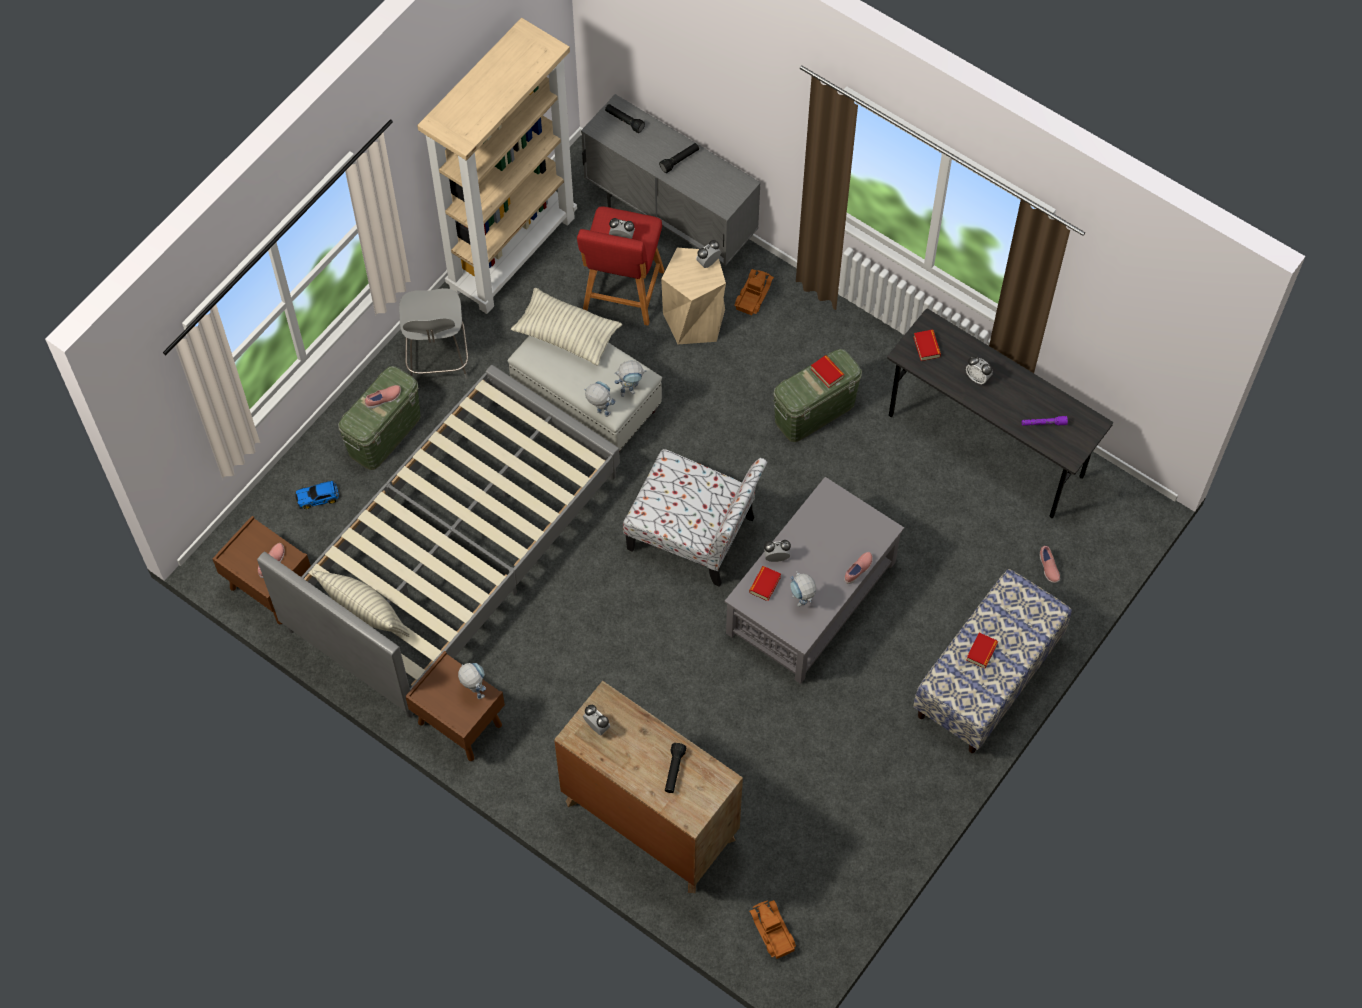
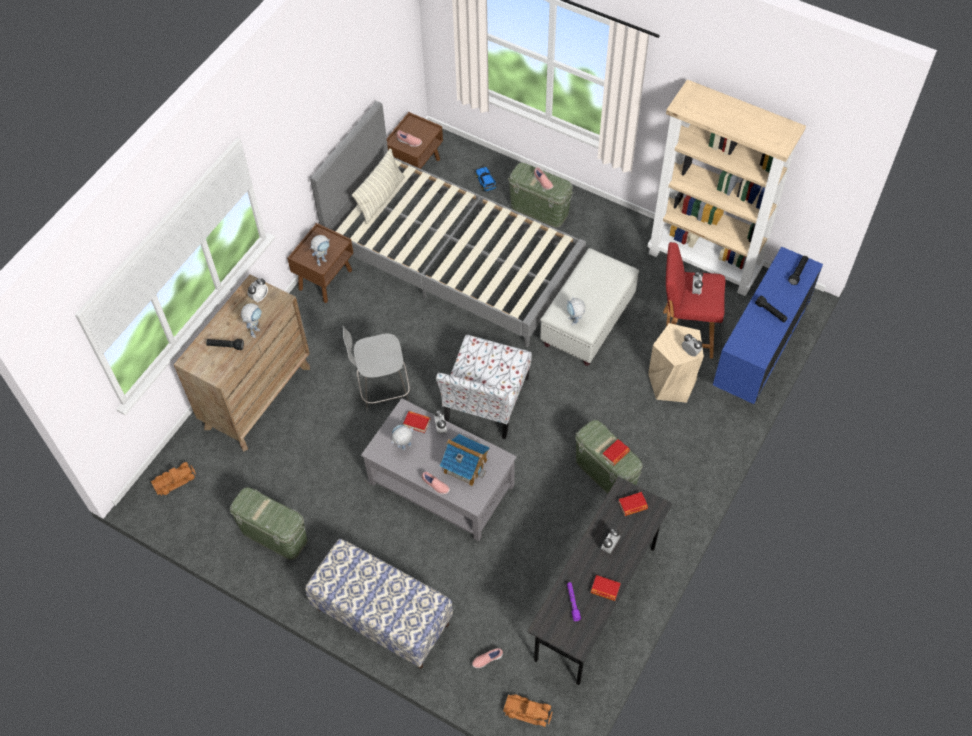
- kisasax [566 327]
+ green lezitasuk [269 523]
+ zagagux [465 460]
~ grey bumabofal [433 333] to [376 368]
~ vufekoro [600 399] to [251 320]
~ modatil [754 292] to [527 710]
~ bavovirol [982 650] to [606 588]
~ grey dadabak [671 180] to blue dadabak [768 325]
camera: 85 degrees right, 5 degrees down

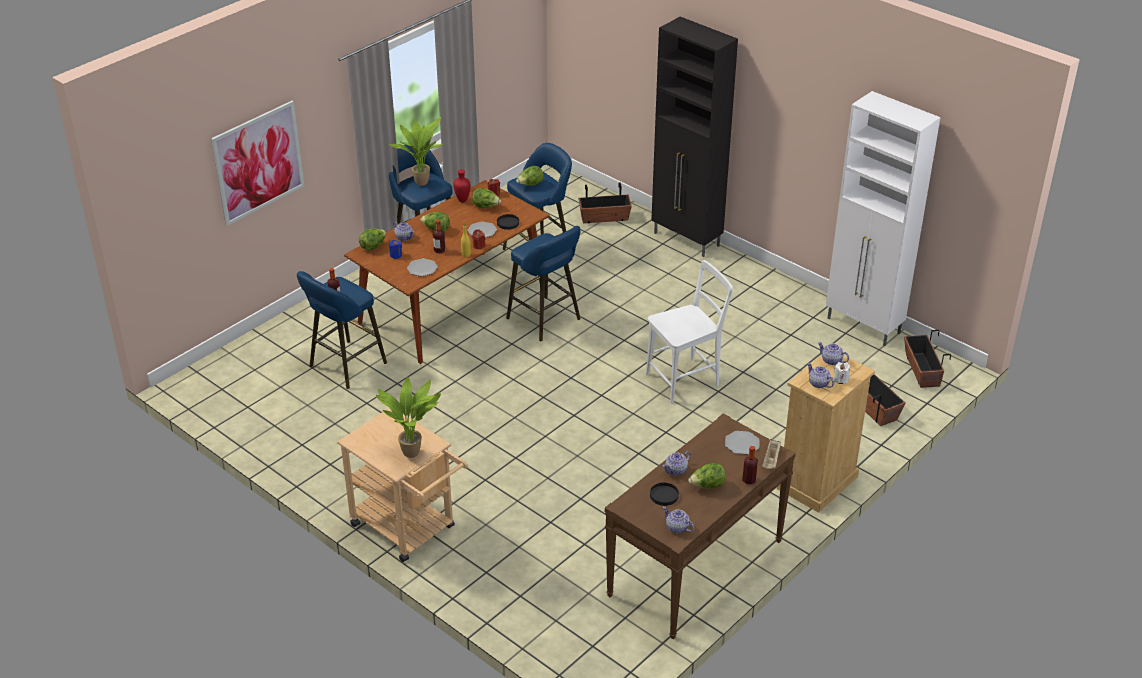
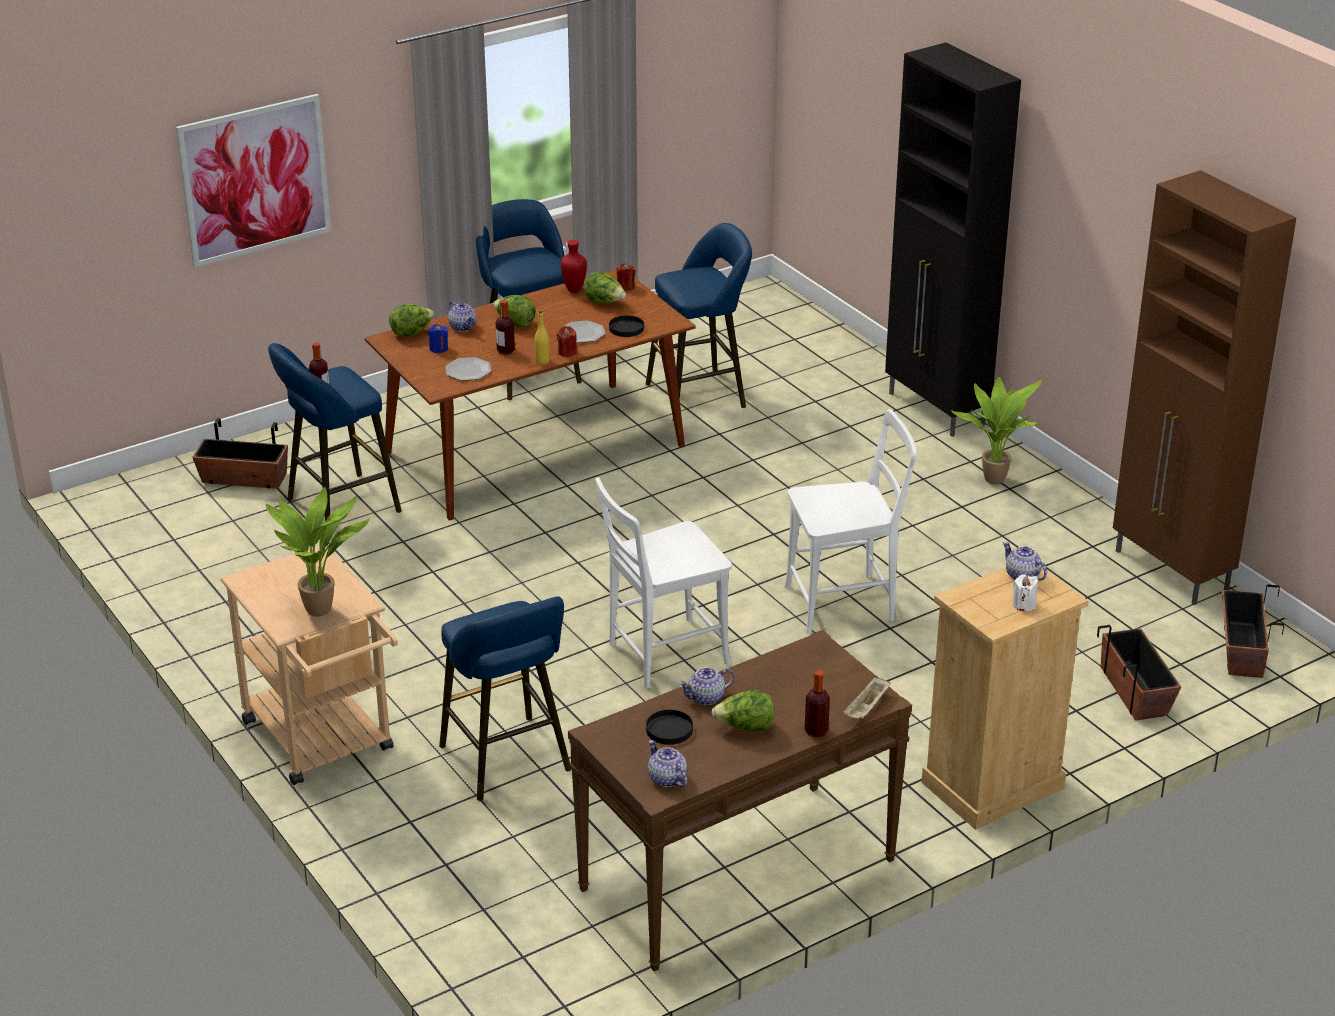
- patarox [530 176]
- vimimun [742 442]
- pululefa [820 375]
+ white bumabofal [663 583]
~ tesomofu [416 151] to [996 430]
~ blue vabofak [543 283] to [505 699]
~ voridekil [605 202] to [240 453]
~ white dadabak [883 218] to brown dadabak [1204 387]
camera: 15 degrees right, 5 degrees down

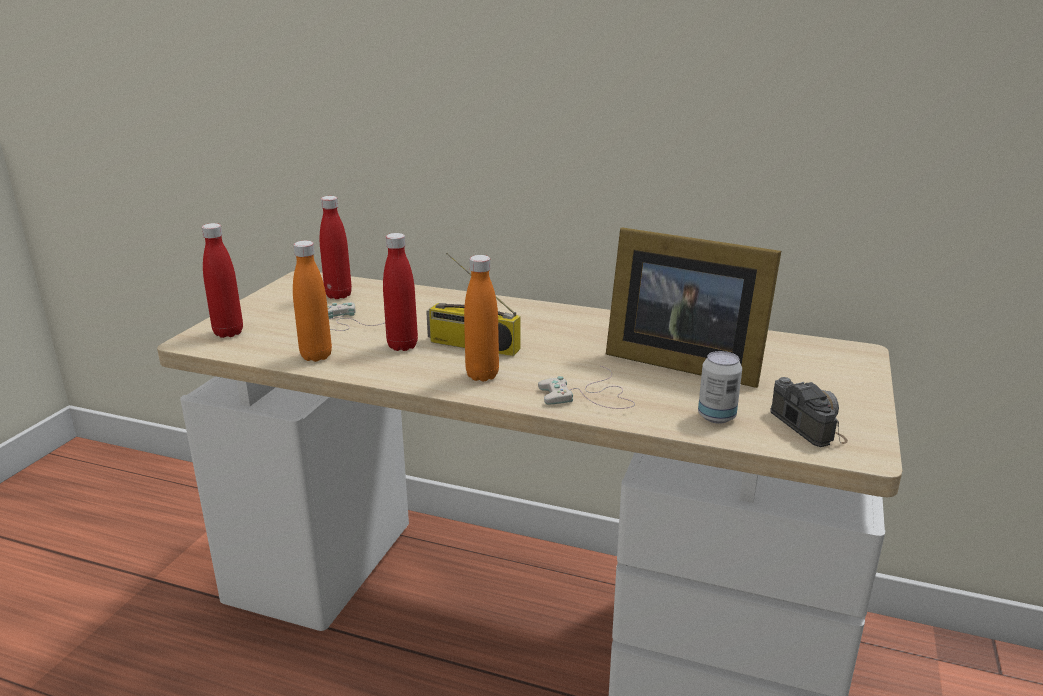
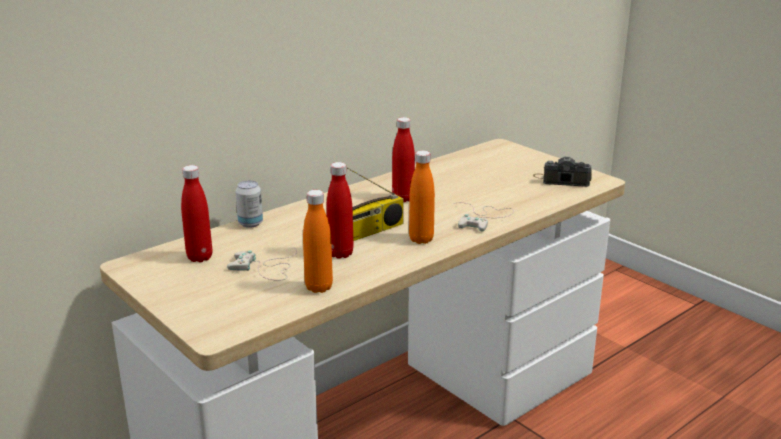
- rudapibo [693 308]
~ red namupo [222 280] to [403 159]
~ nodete [720 387] to [249 204]
camera: 60 degrees left, 0 degrees up

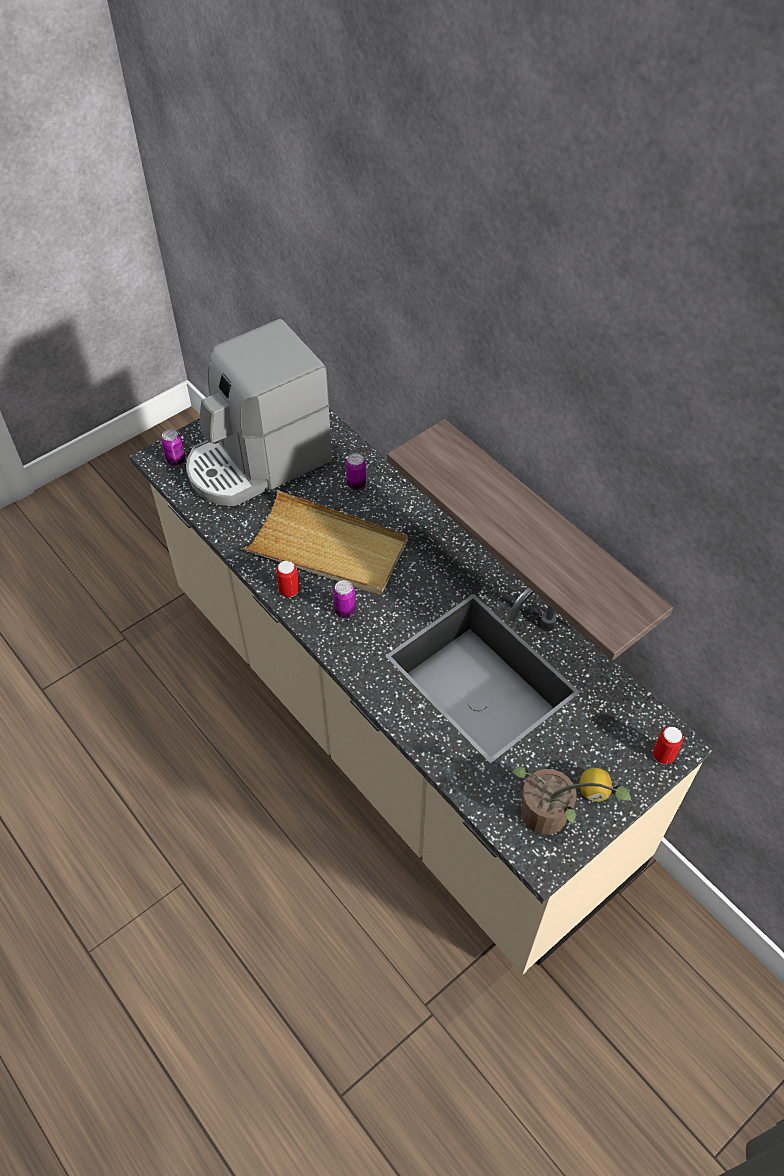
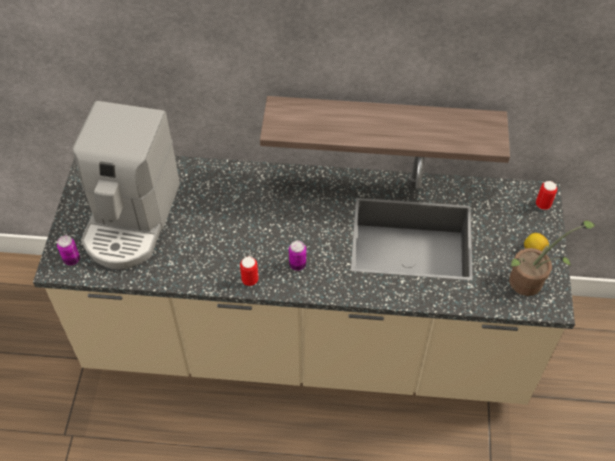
- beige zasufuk [325 542]
- nodete [356 471]
camera: 45 degrees left, 0 degrees up

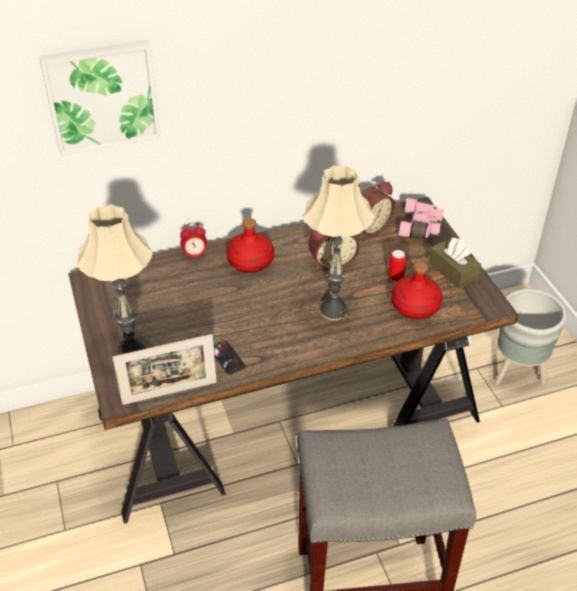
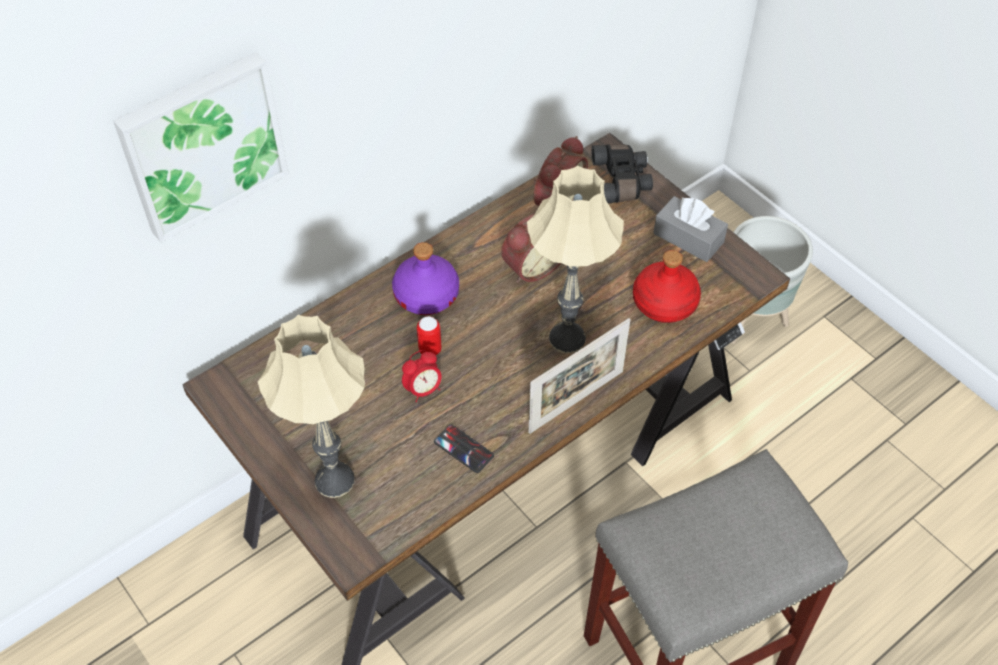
~ rudapibo [165 369] to [579 376]
~ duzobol [193 241] to [422 376]
~ nodete [397 265] to [429 335]
~ red namupo [250 245] to purple namupo [425 278]
~ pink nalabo [421 218] to black nalabo [622 174]
~ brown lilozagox [454 263] to grey lilozagox [691 229]
camera: 20 degrees left, 10 degrees up

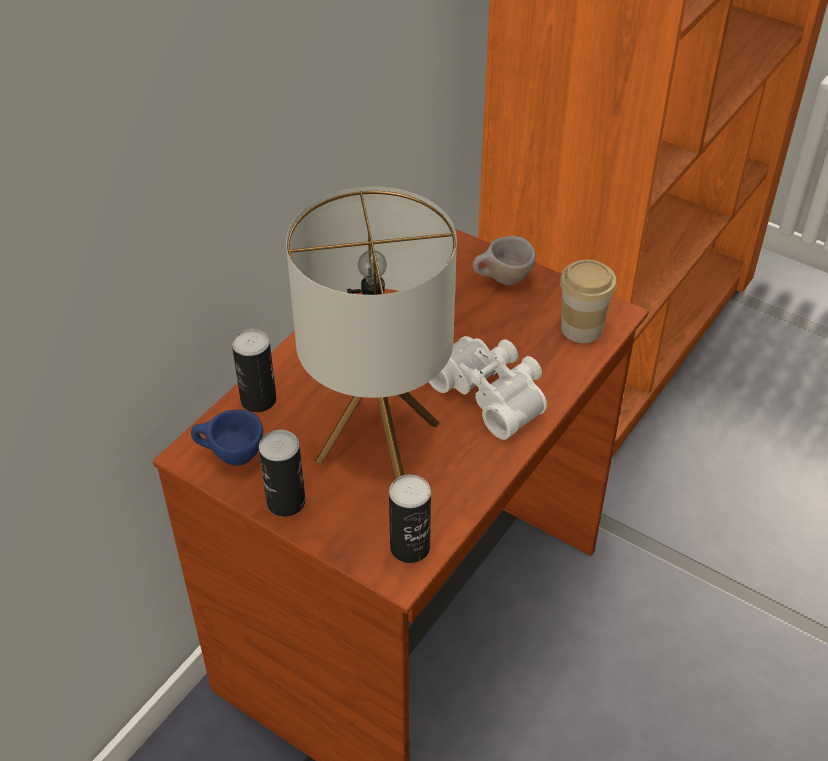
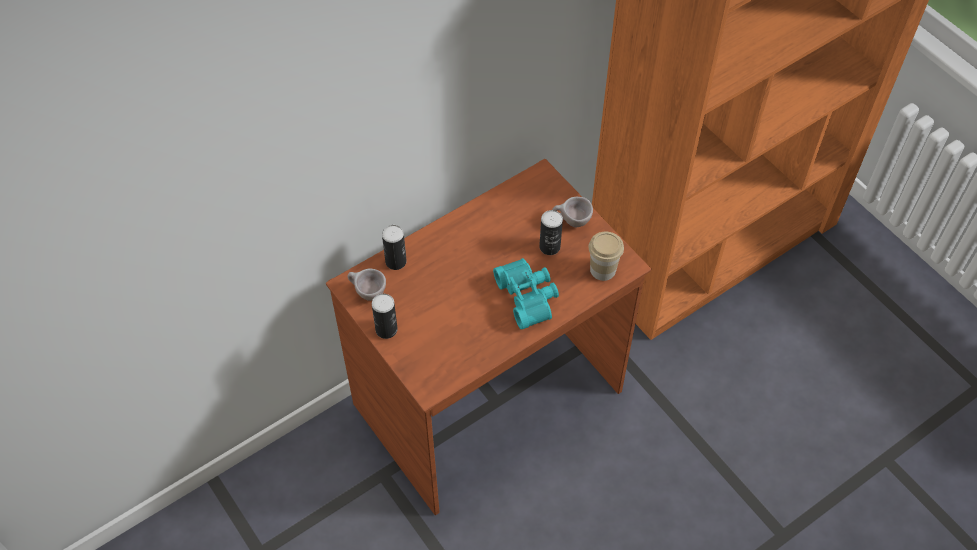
- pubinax [371 333]
~ nodete [410 518] to [551 232]
~ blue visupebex [227 438] to beige visupebex [367 284]
~ white nalabo [488 388] to turquoise nalabo [526 294]
camera: 20 degrees right, 10 degrees up

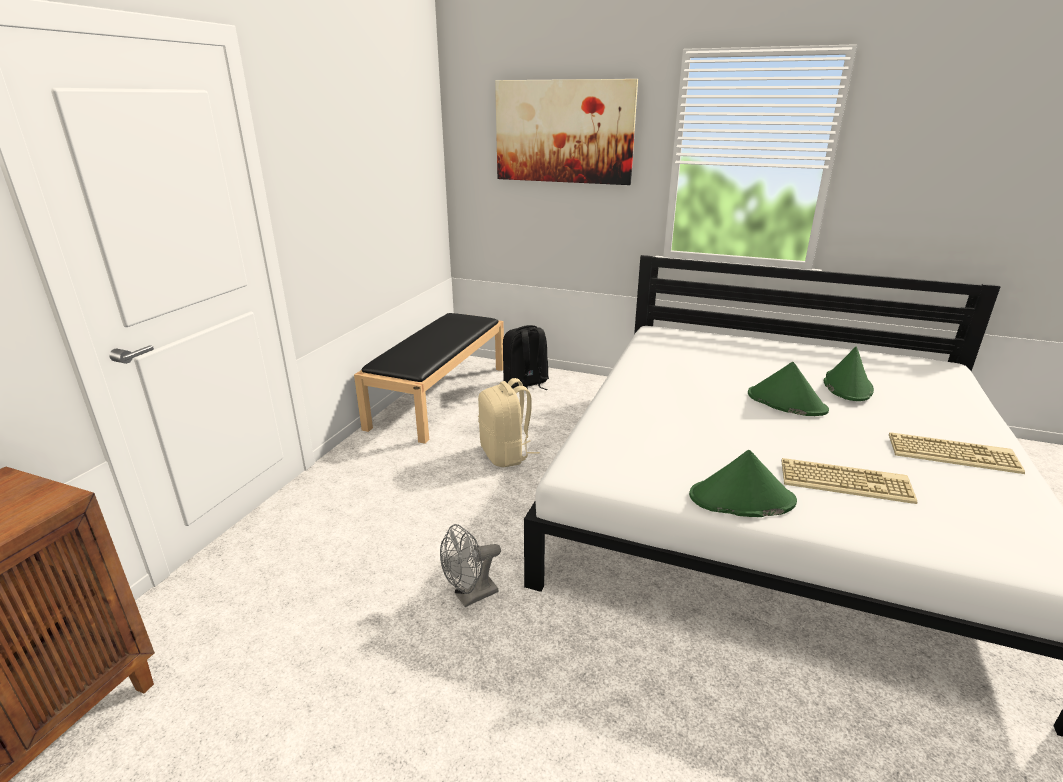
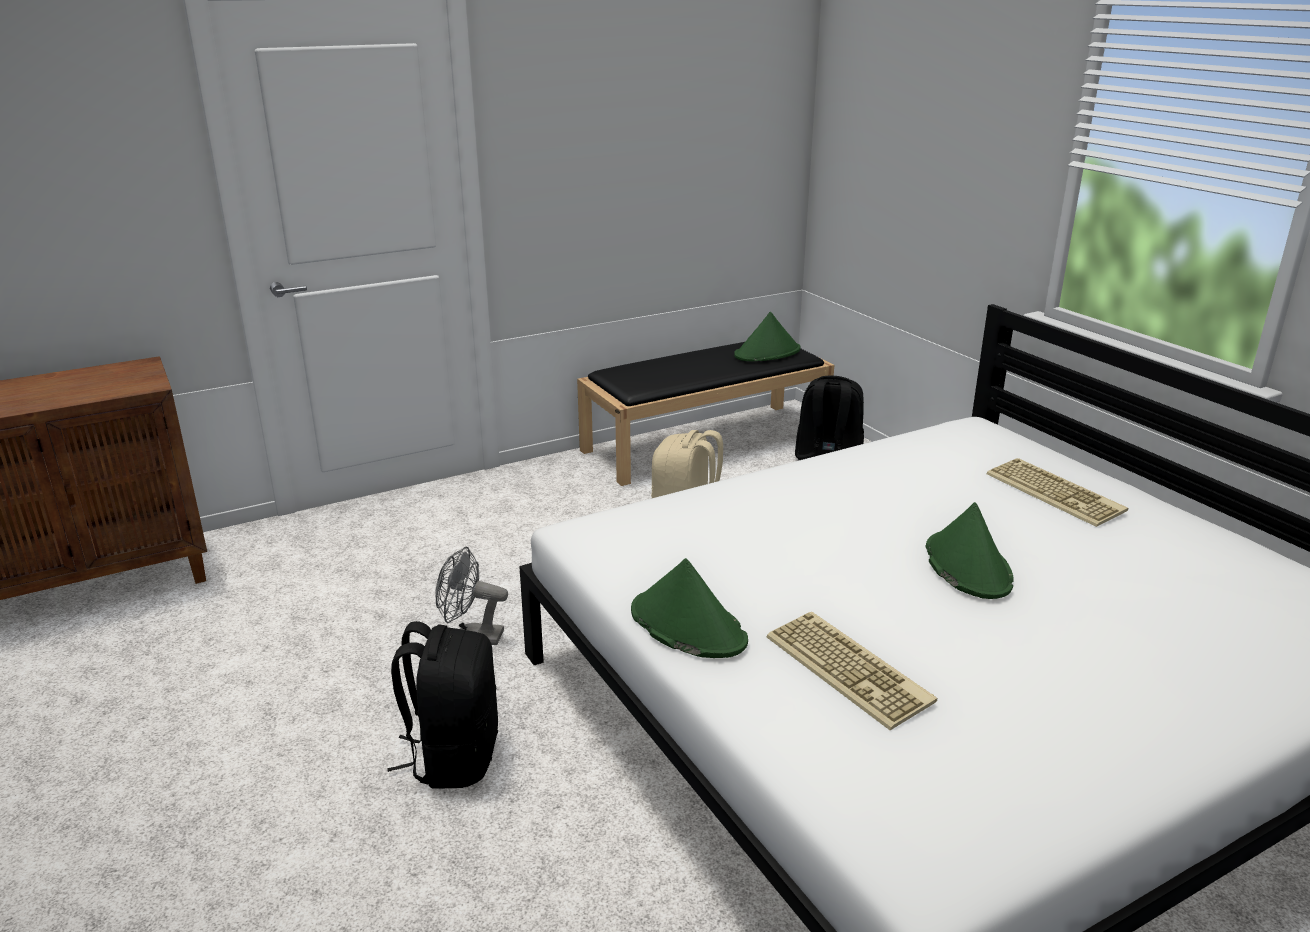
- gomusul [566 132]
+ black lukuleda [442 705]
~ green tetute [849 374] to [767 336]
~ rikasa [957 453] to [1057 492]
camera: 40 degrees right, 0 degrees up

